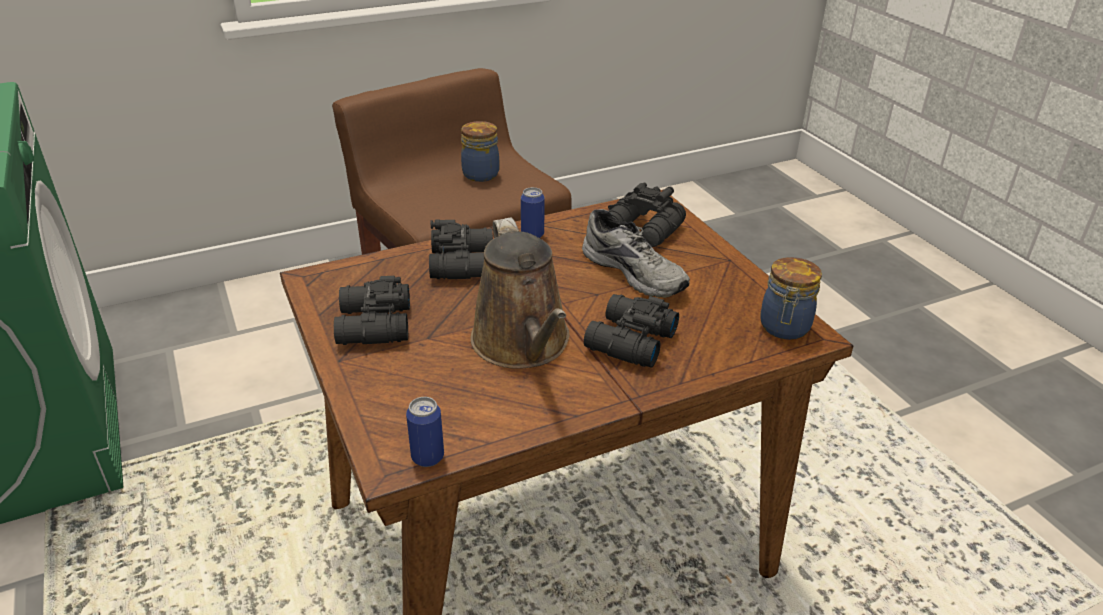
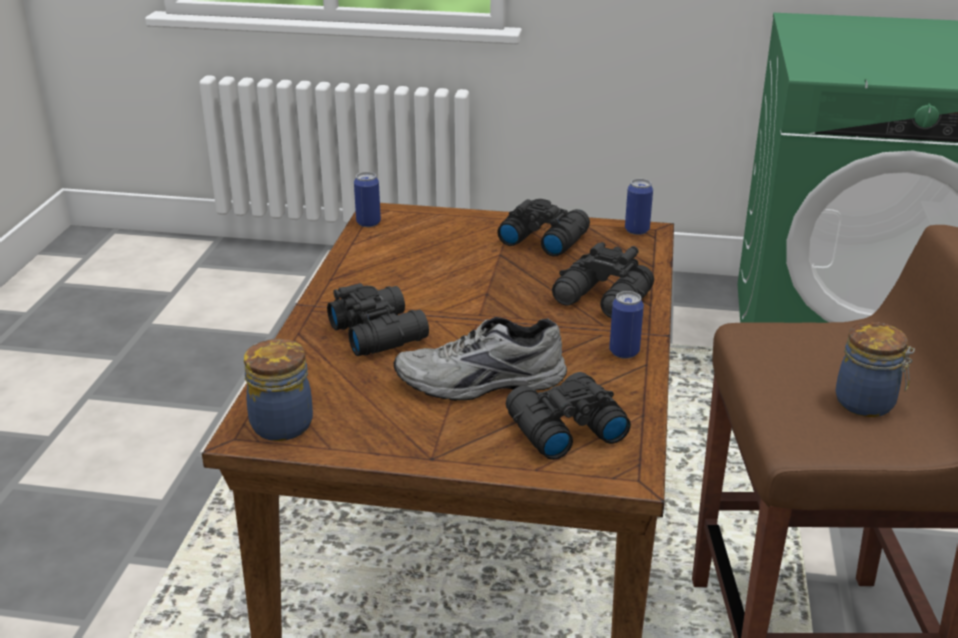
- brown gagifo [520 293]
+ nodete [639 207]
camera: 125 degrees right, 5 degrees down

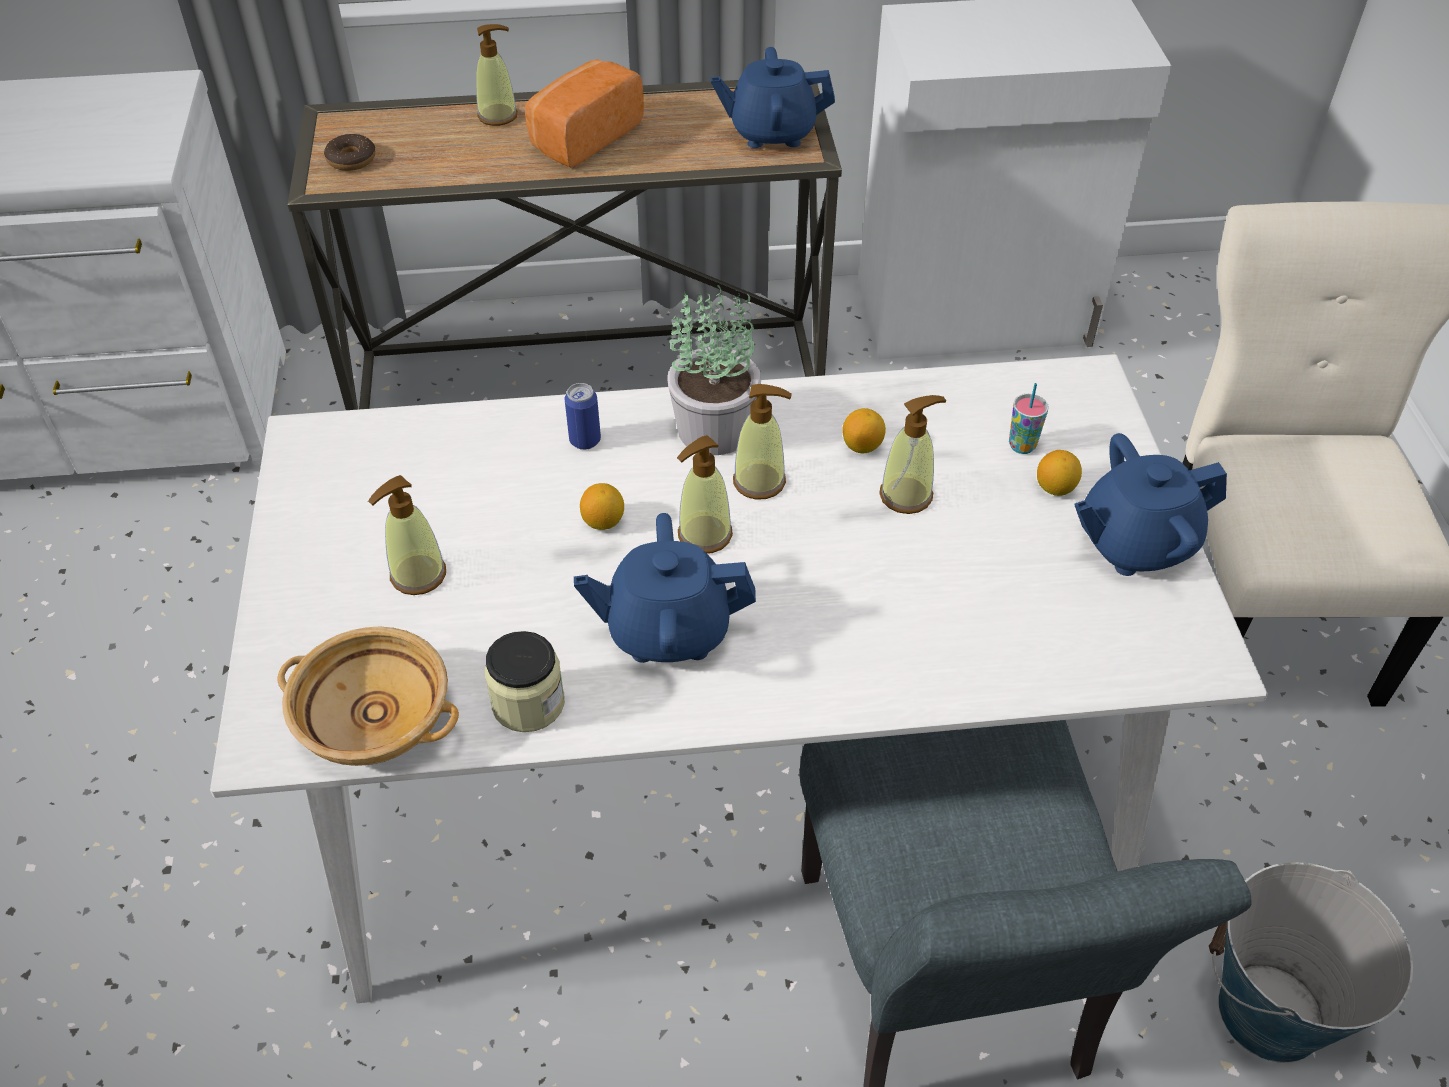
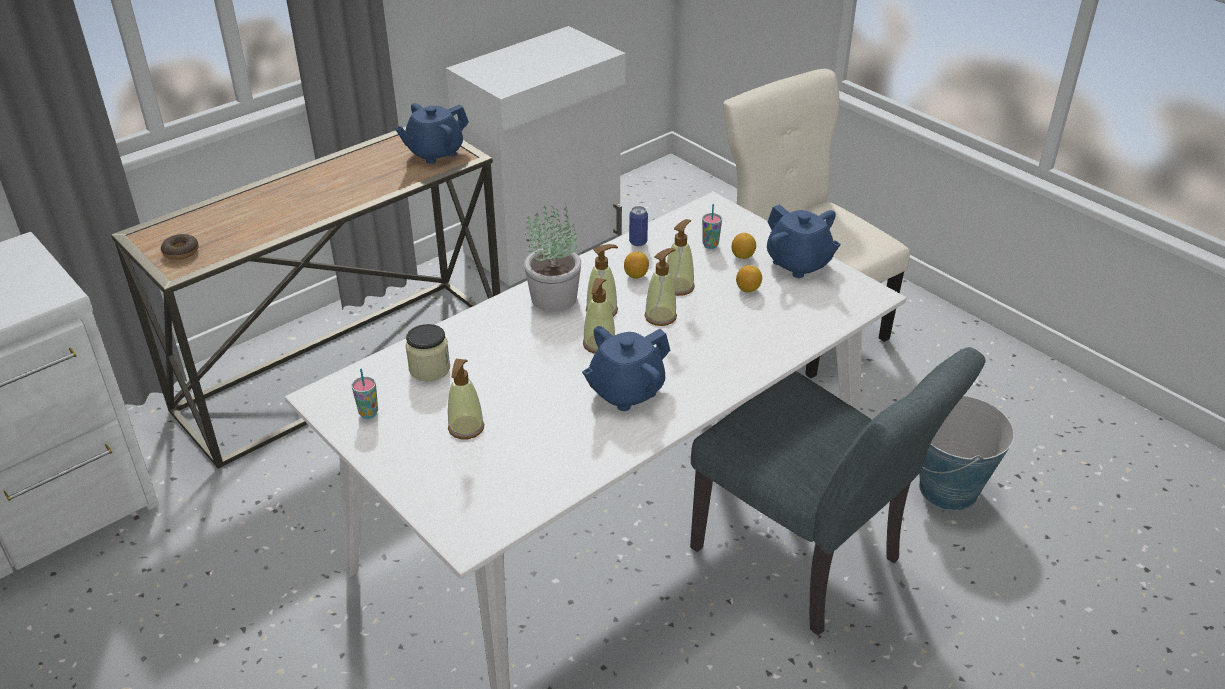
- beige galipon [368 696]
- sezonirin [584 113]
+ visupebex [364 394]
~ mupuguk [497 75] to [660 287]
~ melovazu [525 681] to [428 352]
~ nodete [583 416] to [638 226]
~ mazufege [602 506] to [749 279]
~ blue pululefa [1151 504] = [804 241] 75 degrees counterclockwise
camera: 35 degrees left, 10 degrees down

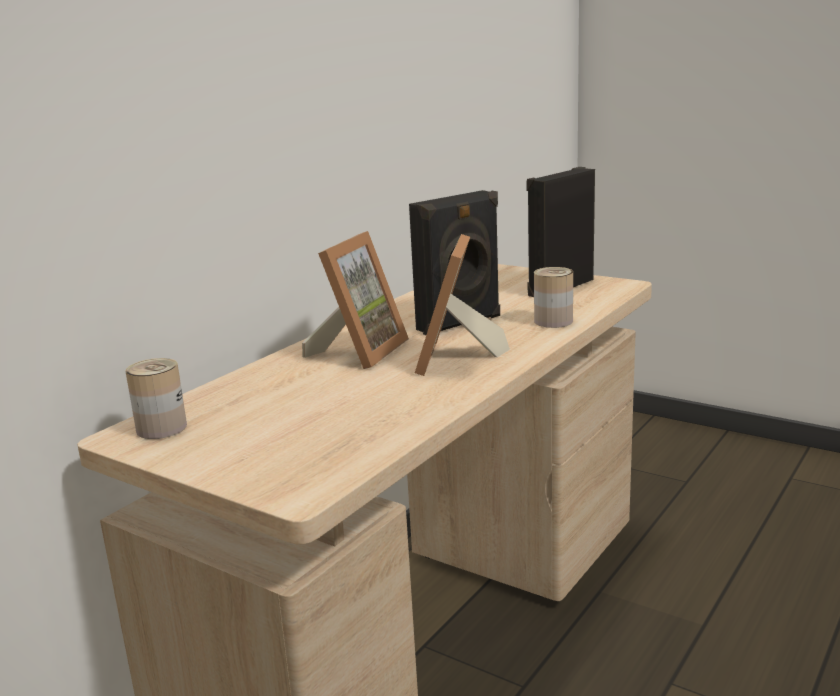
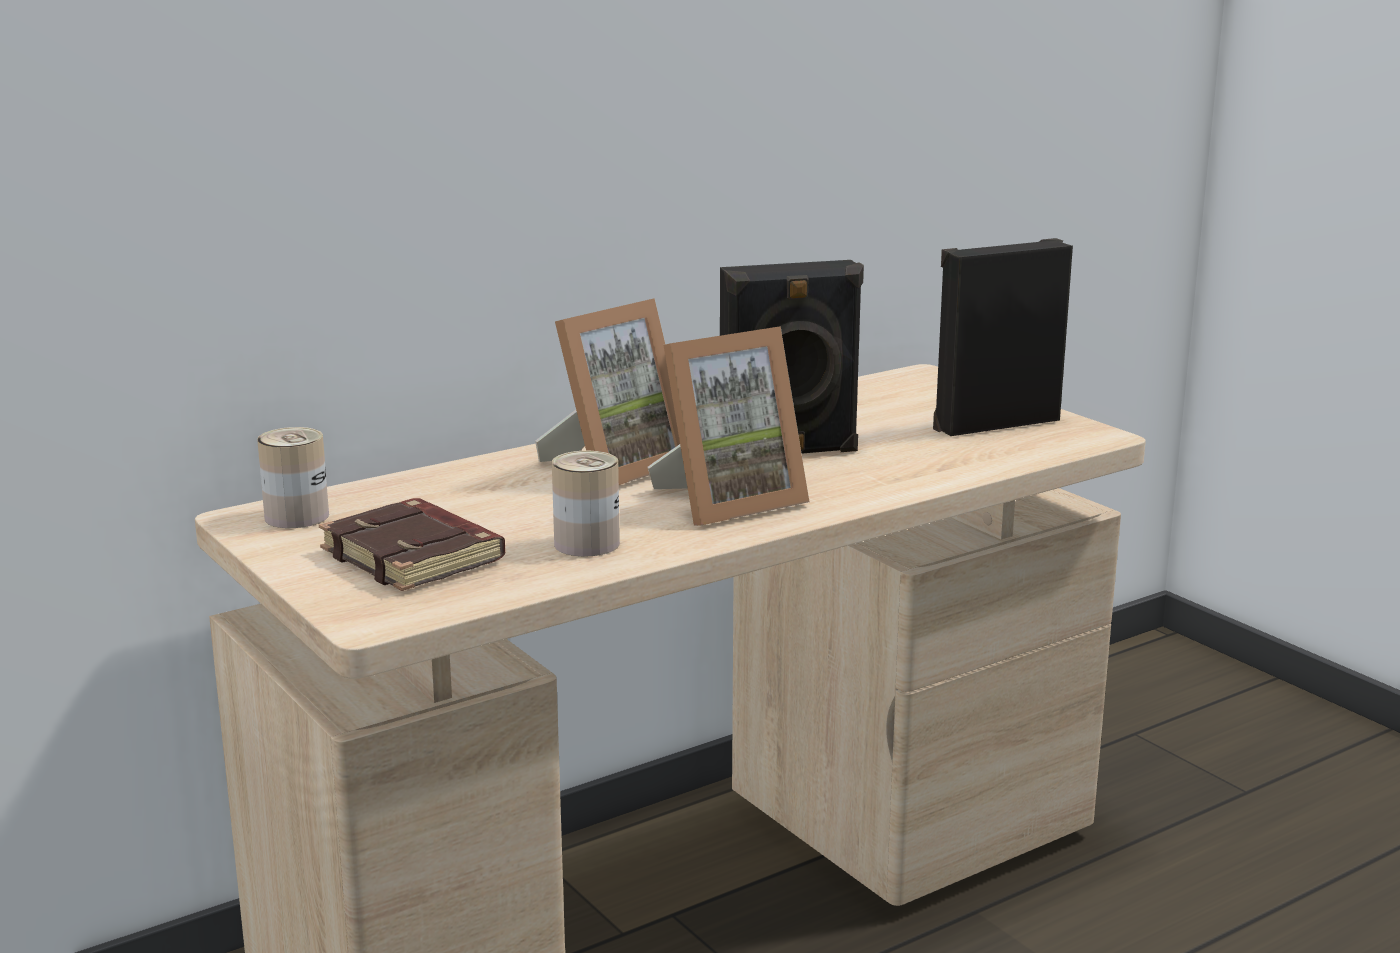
+ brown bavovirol [412 544]
~ nodete [553 297] to [586 504]
~ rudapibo [462 305] = [728 426] 150 degrees counterclockwise
camera: 20 degrees right, 0 degrees up

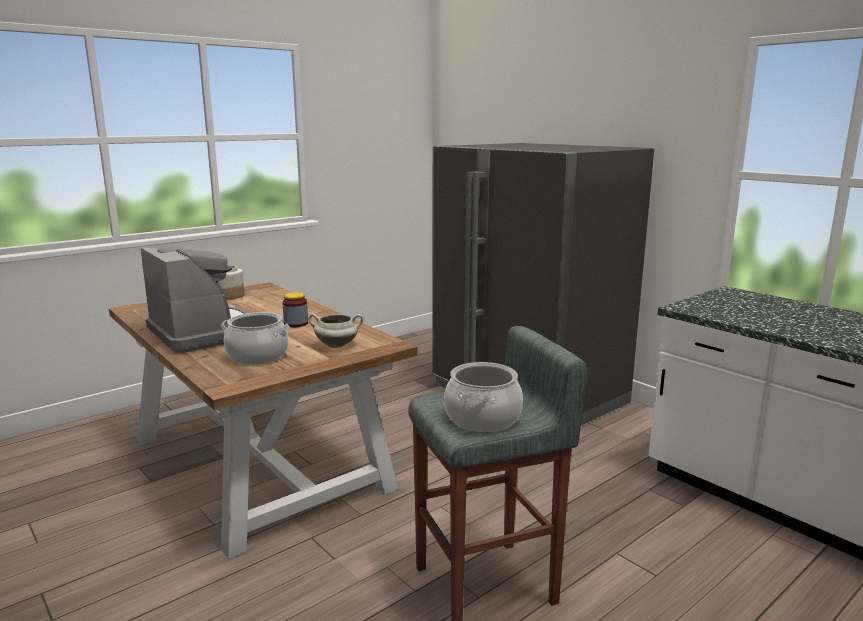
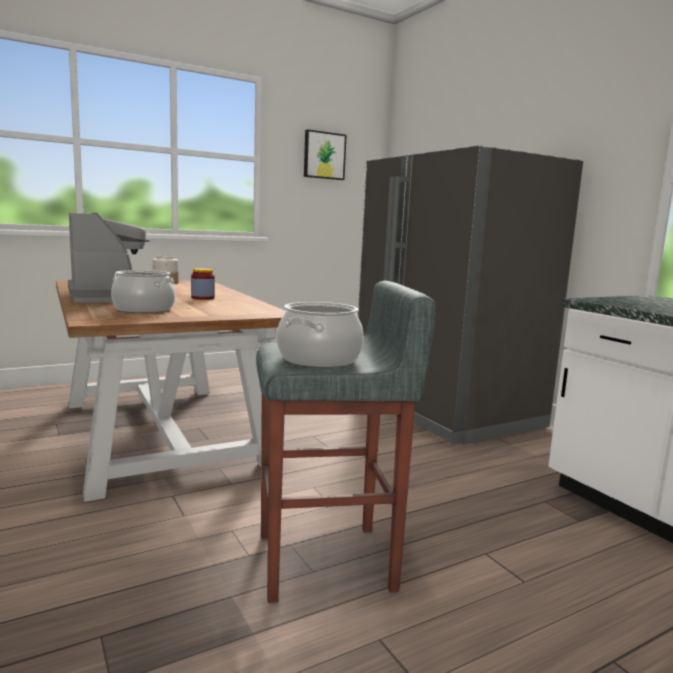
- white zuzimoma [335 330]
+ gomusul [325 154]
camera: 10 degrees right, 5 degrees down

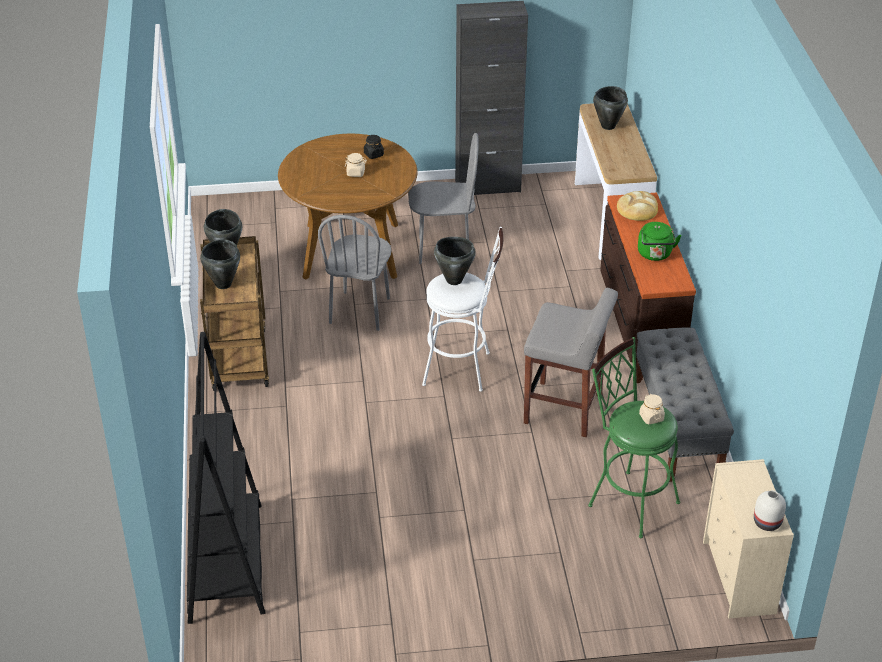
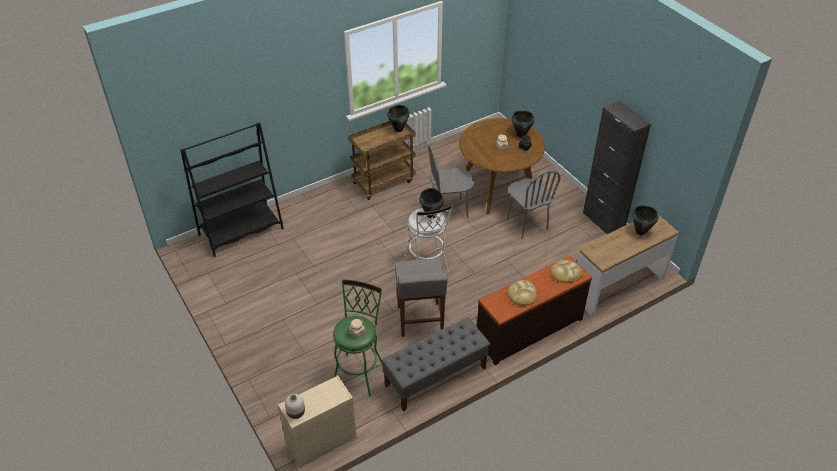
~ black zuzimoma [220 264] to [523 124]
~ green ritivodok [660 241] to sezonirin [522 293]
camera: 65 degrees right, 5 degrees up

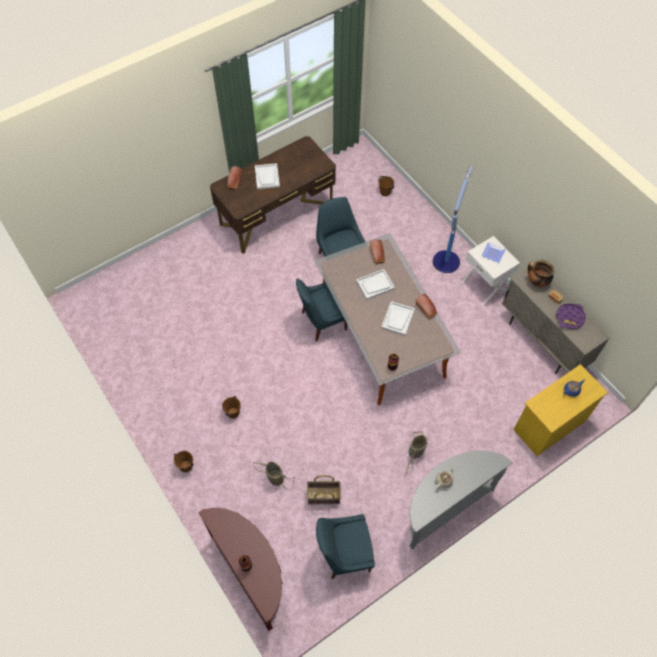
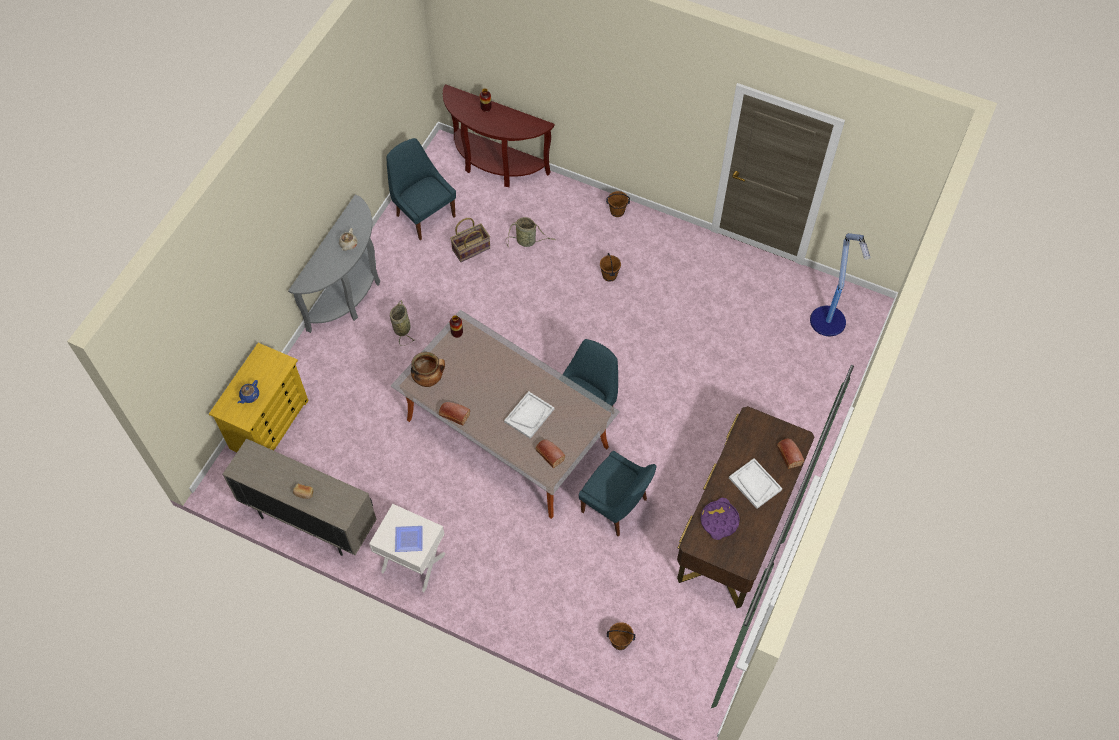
- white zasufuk [398 318]
~ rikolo [453 219] to [840 284]
~ zuzimoma [541 273] to [428 369]
~ purple zasufuk [571 316] to [720 519]
~ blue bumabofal [345 546] = [421 189] 90 degrees counterclockwise
camera: 150 degrees right, 0 degrees up

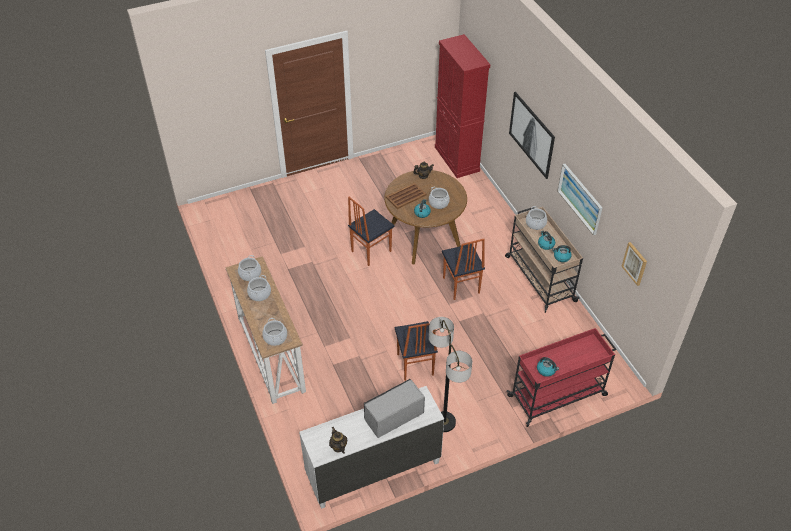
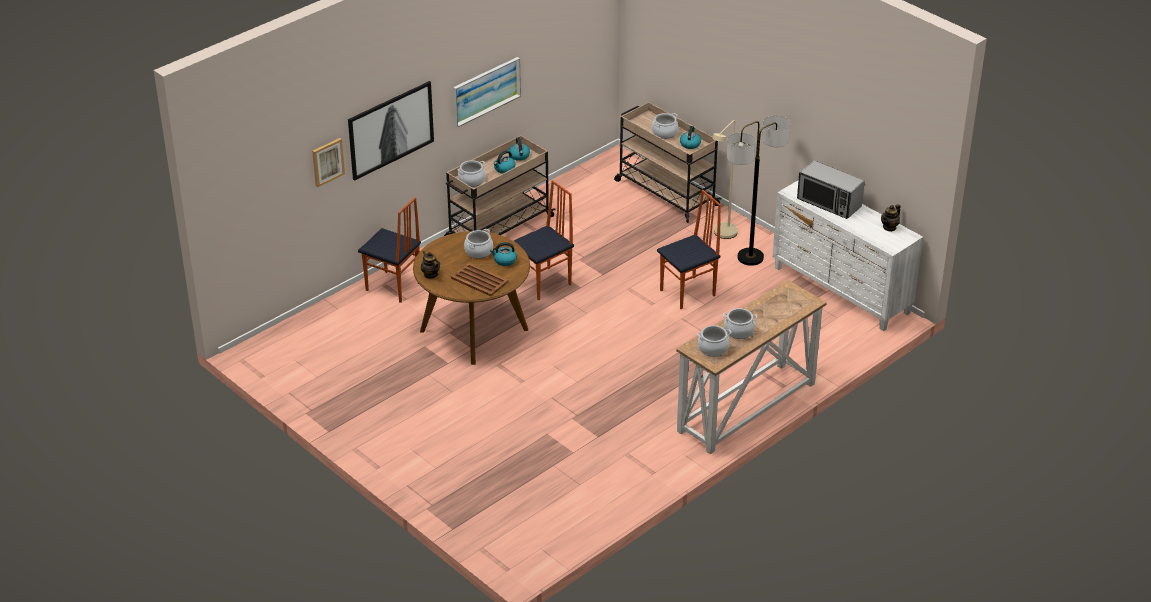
- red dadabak [462 106]
+ beige rikolo [725 179]
~ zuzimoma [274 332] to [665 126]
~ bumabofal [371 231] to [389 250]
~ gomusul [634 264] to [328 162]
~ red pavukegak [561 377] to beige pavukegak [668 162]
camera: 110 degrees left, 10 degrees down

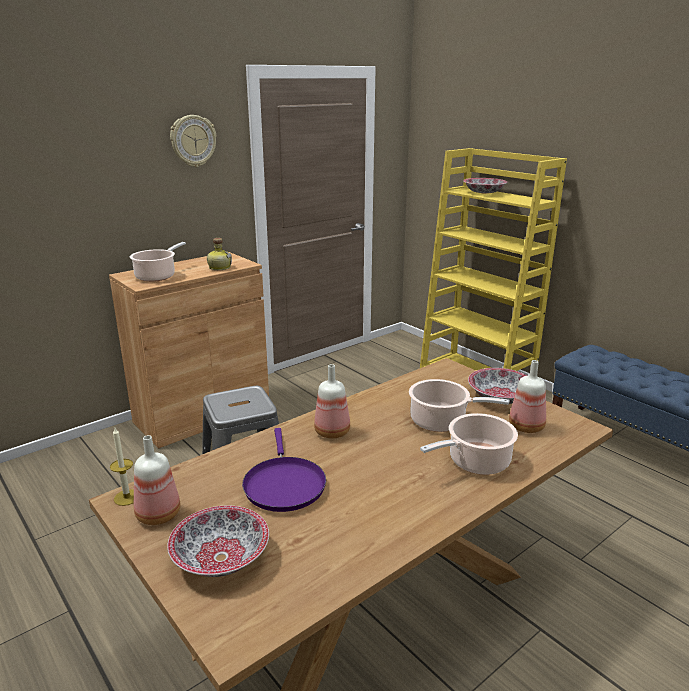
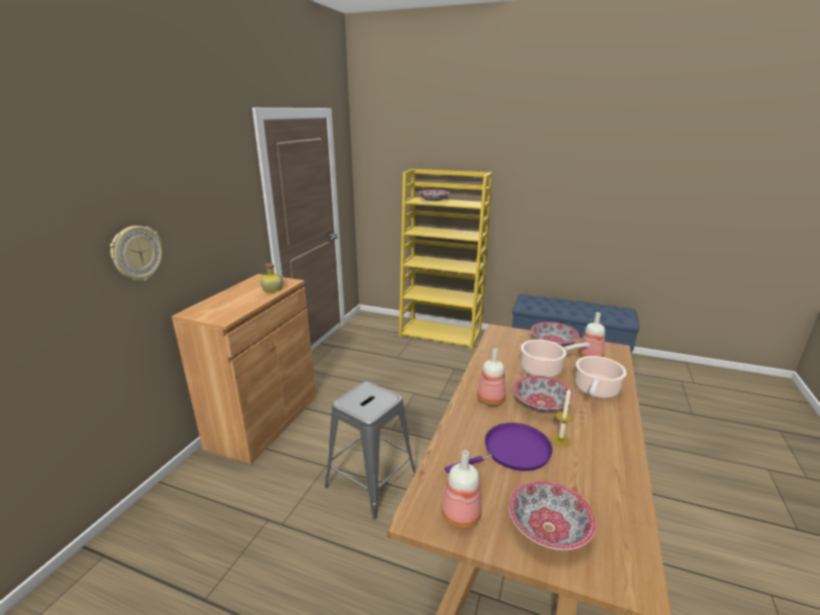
- zuzimoma [158 262]
+ galipon [543 393]
~ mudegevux [122 467] to [562 418]
~ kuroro [193 141] to [136 253]
~ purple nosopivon [284 470] = [499 448] 75 degrees counterclockwise
camera: 30 degrees left, 0 degrees up

